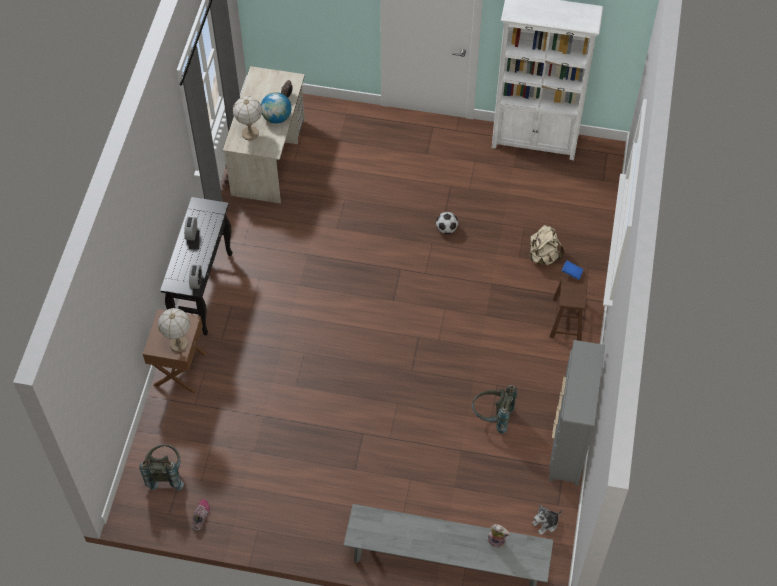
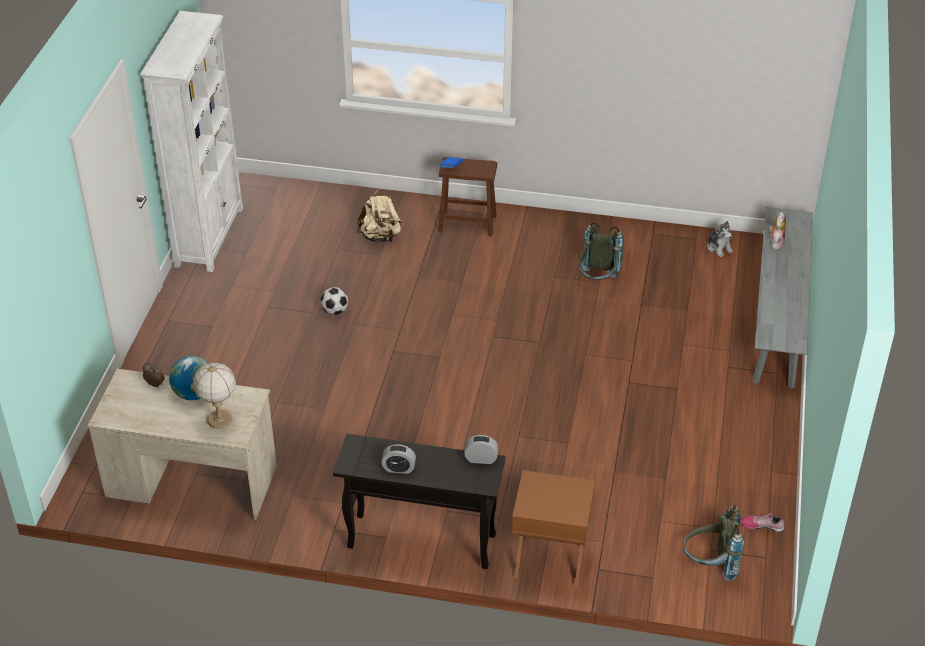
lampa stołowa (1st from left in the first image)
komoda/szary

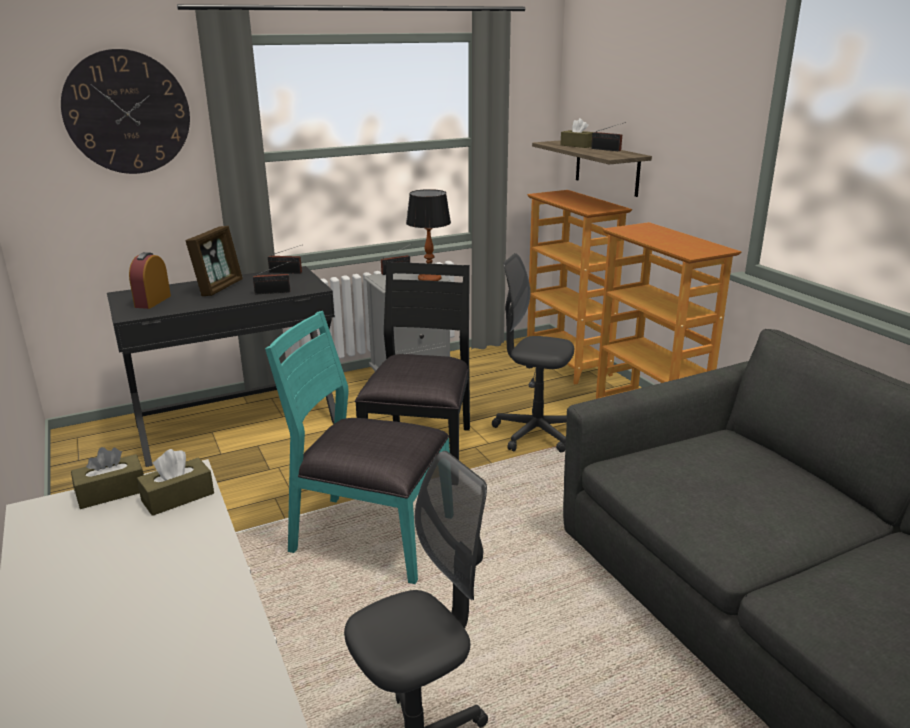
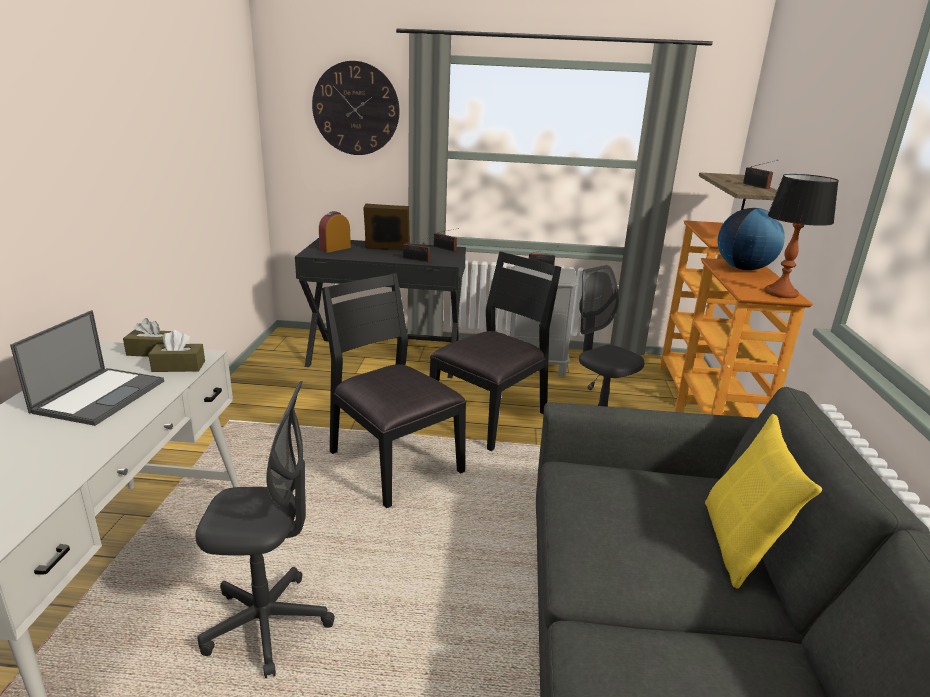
pudełko chusteczek/brązowy (3rd from left in the first image)
lampa stołowa
ramka na zdjęcie
krzesło/czarny (1st from left)
globus
laptop
poduszka/żółty

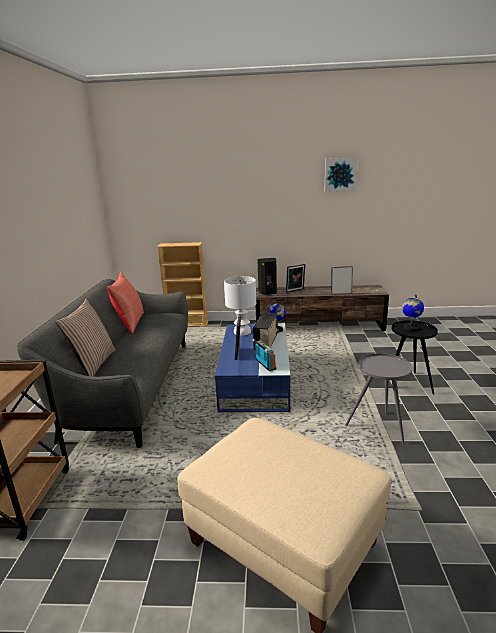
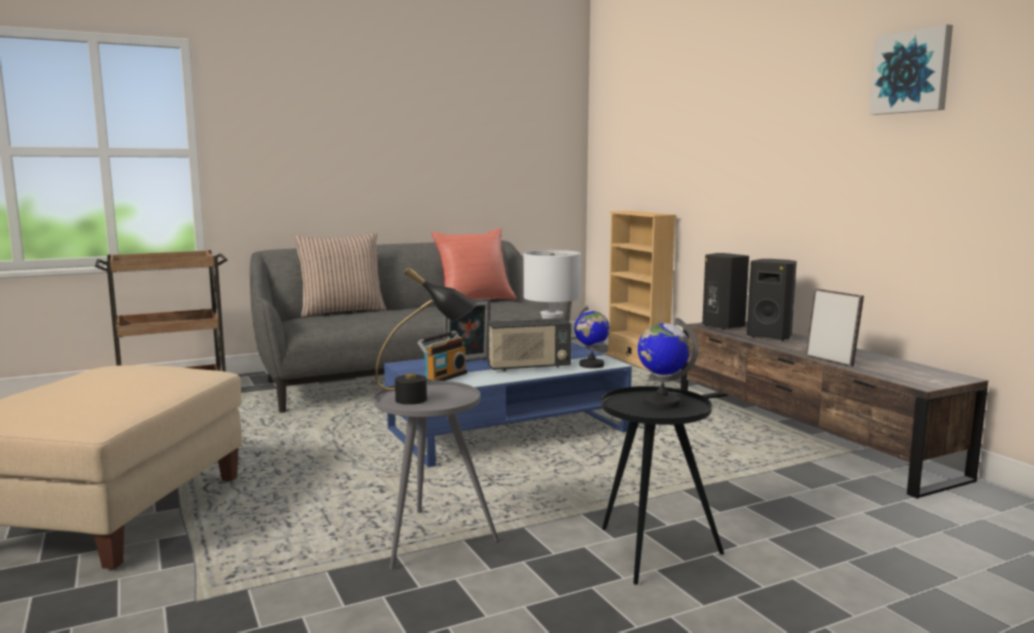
głośnik/czarny (2nd from left)
lampa stołowa/czarny

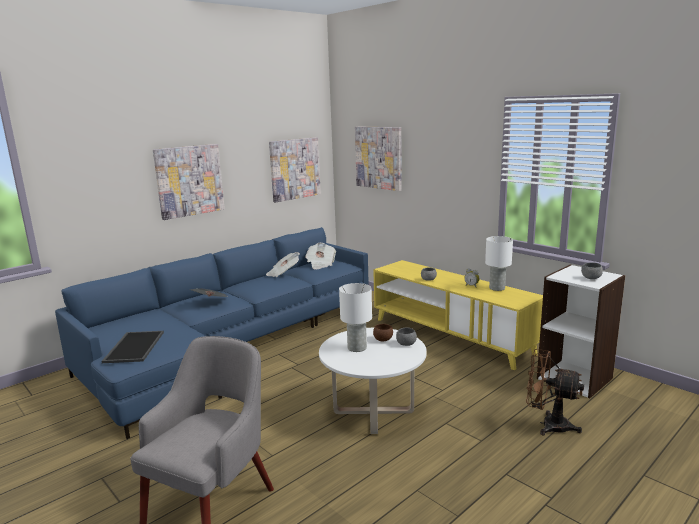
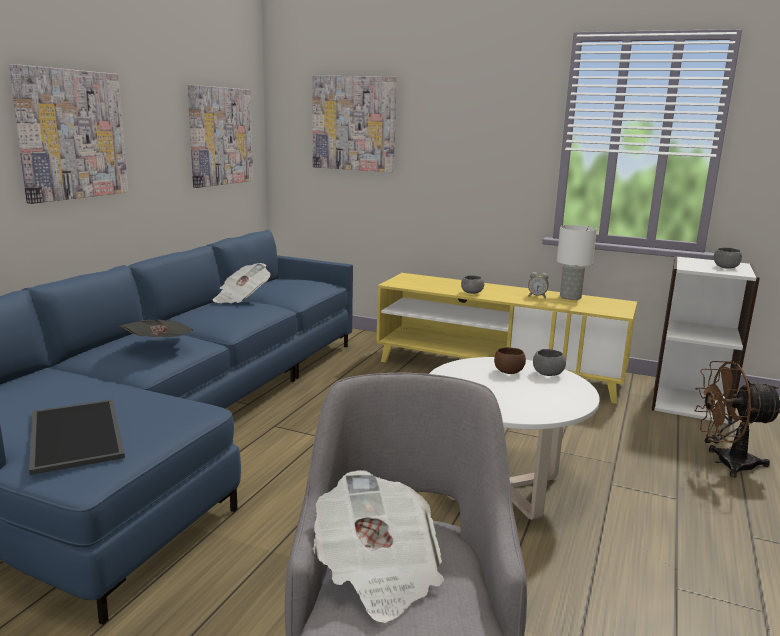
gazeta (3rd from left)
lampa stołowa/biały (1st from left in the first image)

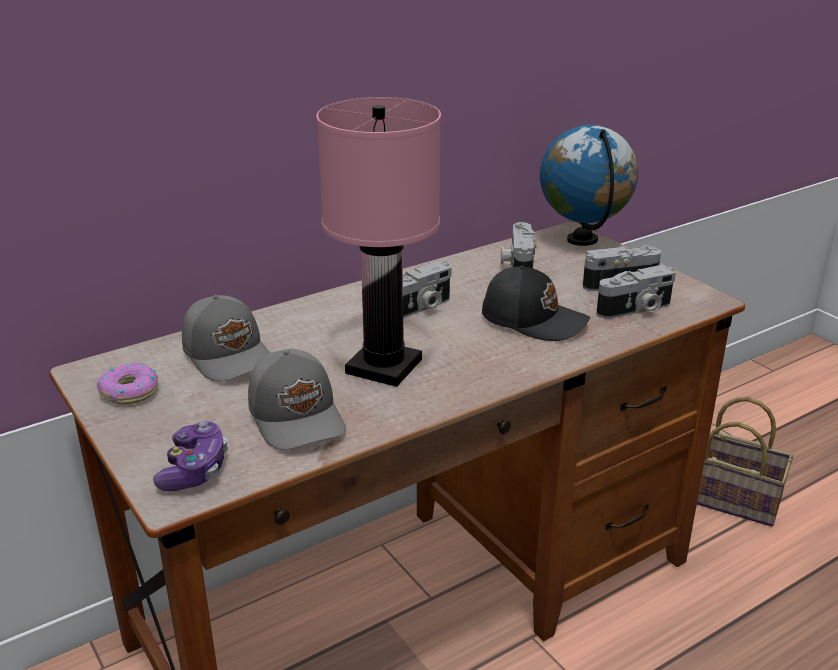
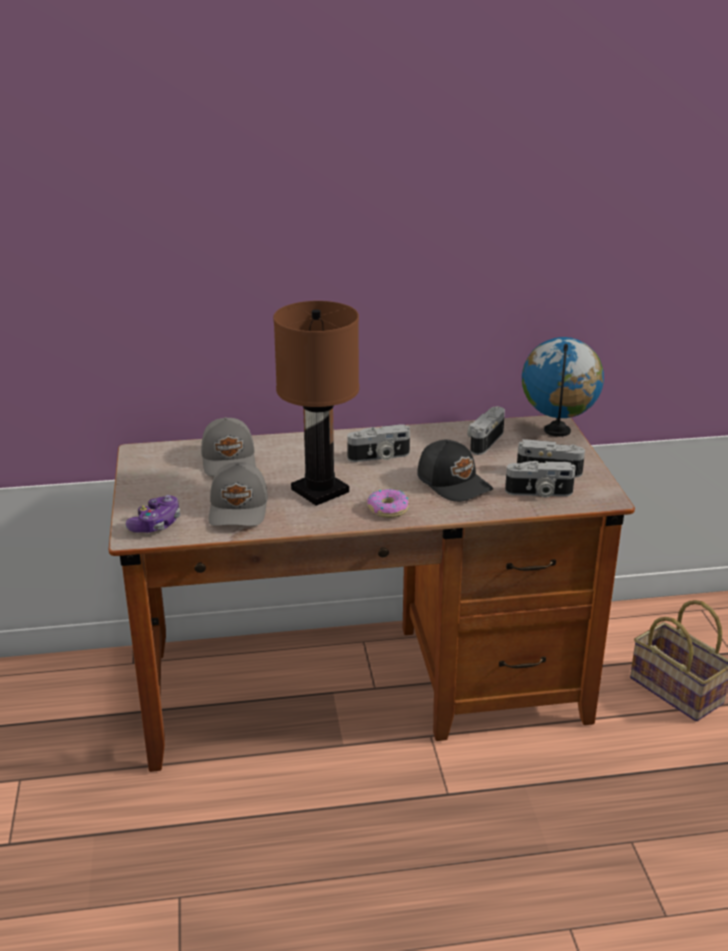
lampa stołowa/brązowy
donut

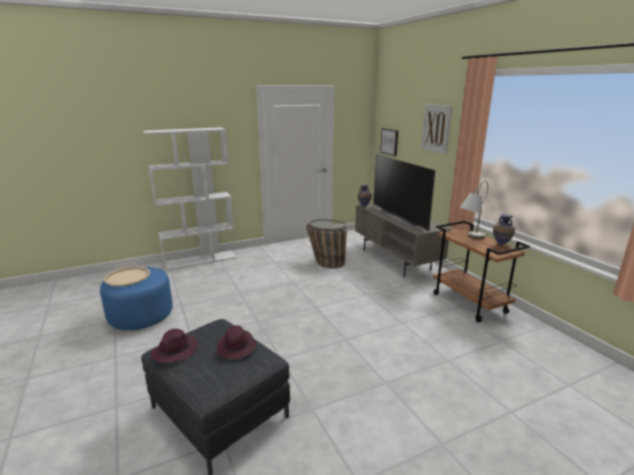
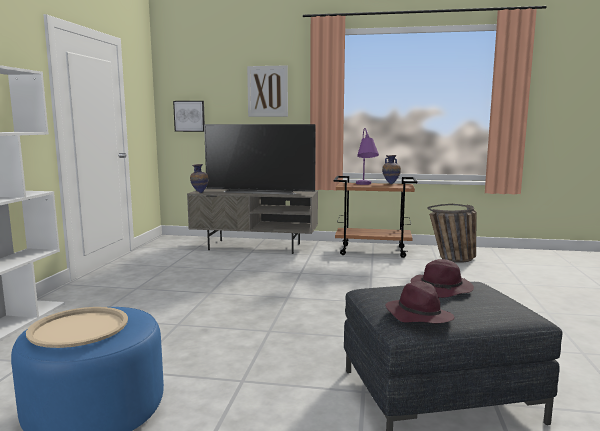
lampa stołowa/fioletowy
koszyk

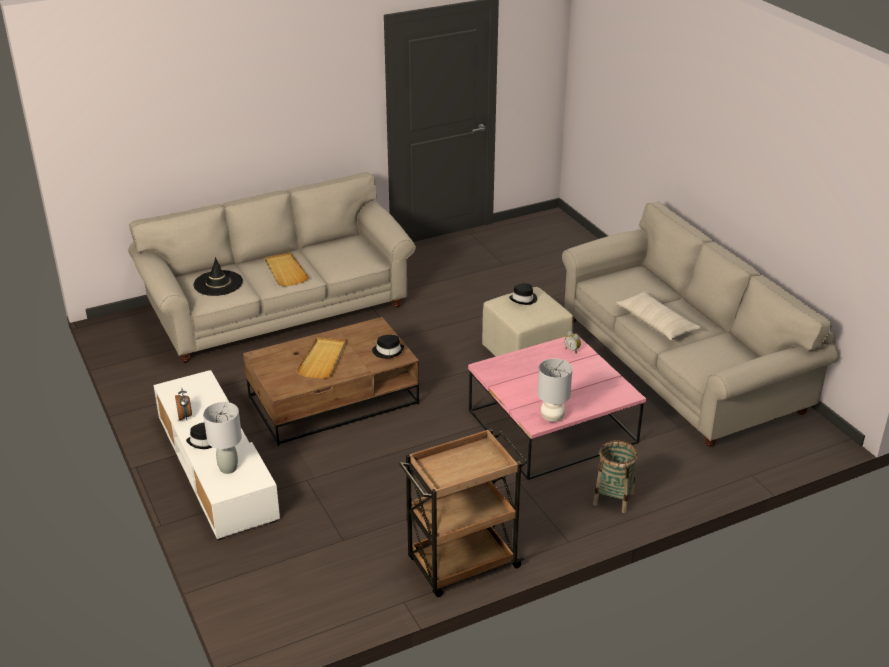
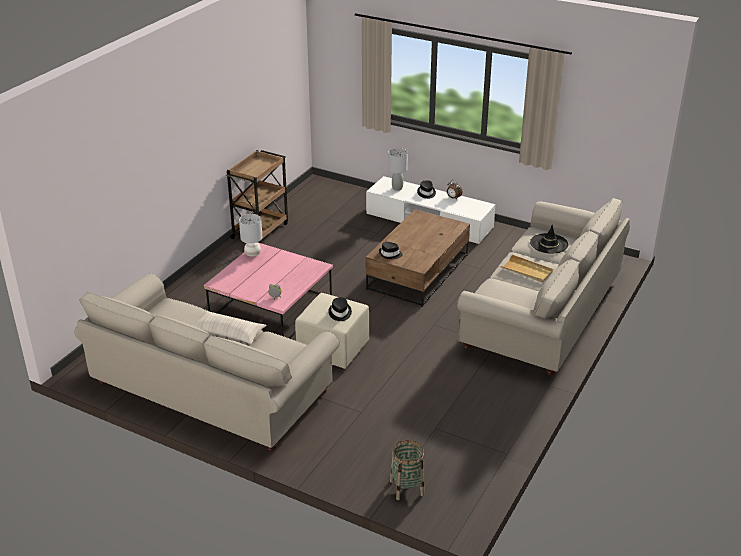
taca/beżowy (2nd from left in the first image)
koszyk

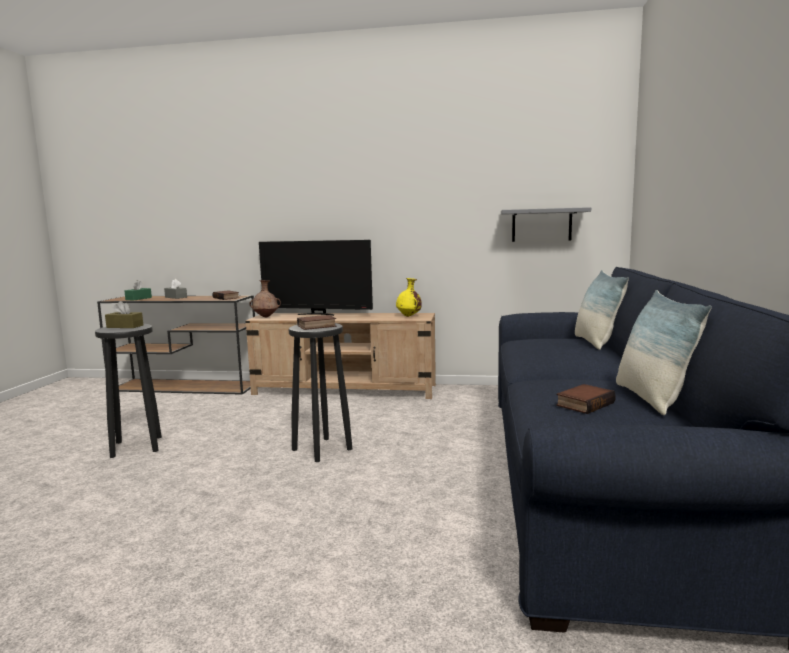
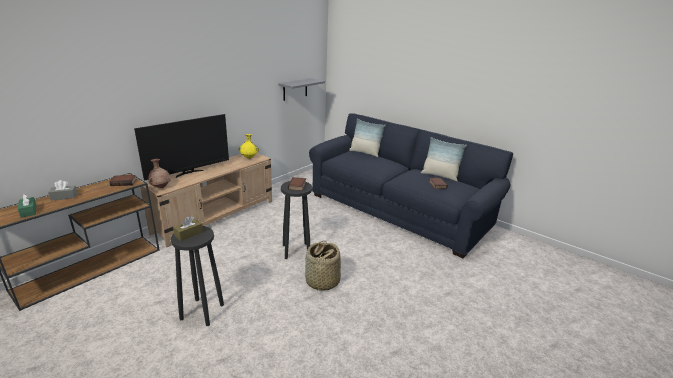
koszyk

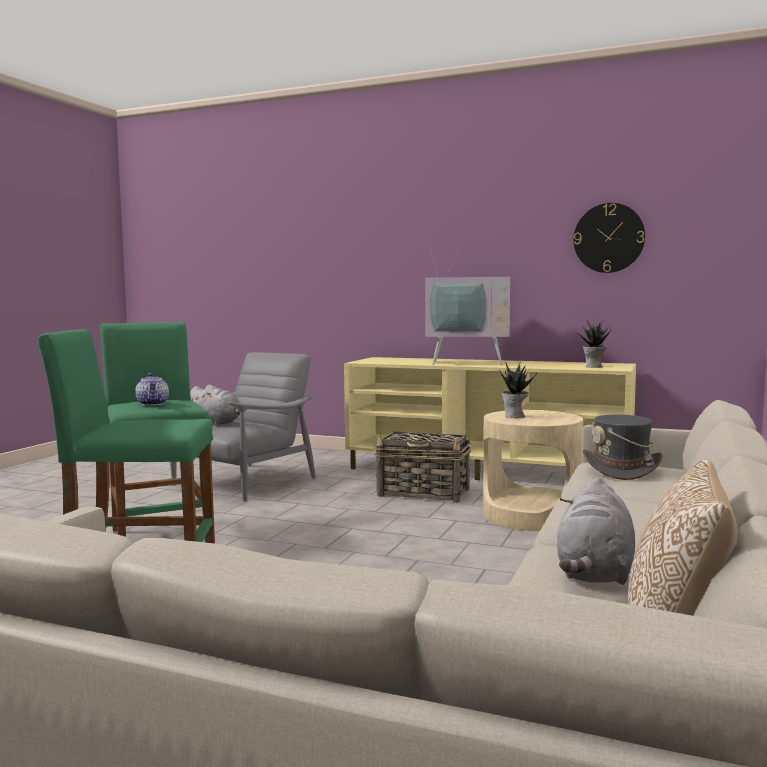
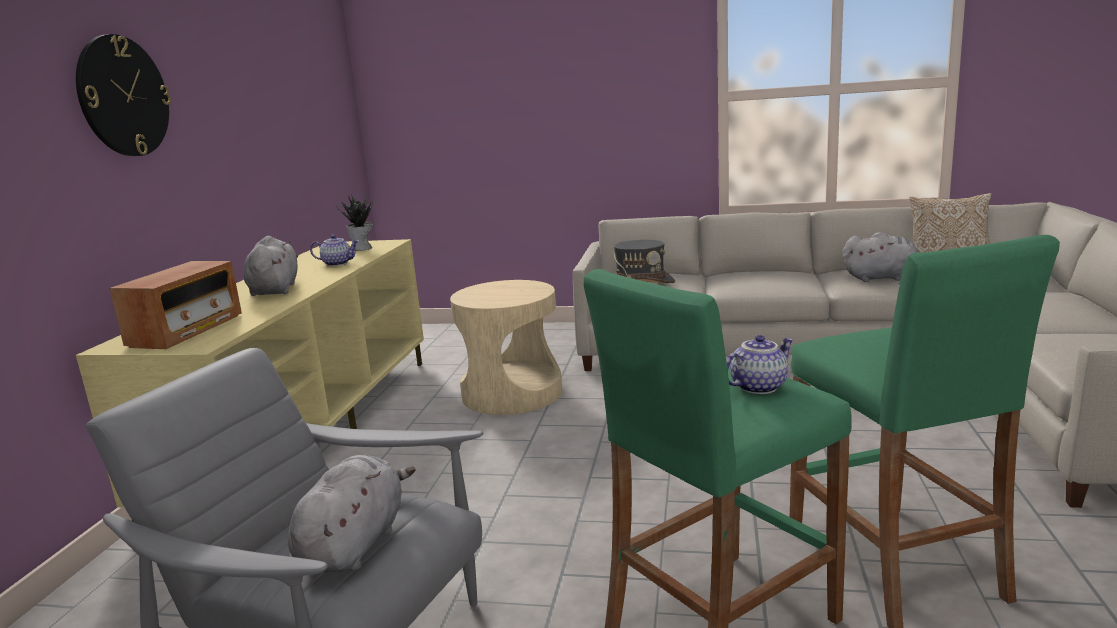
zegar ścienny
pluszak/szary (1st from left)
roślina doniczkowa (1st from left in the first image)
koszyk
imbryk (1st from left)
radio

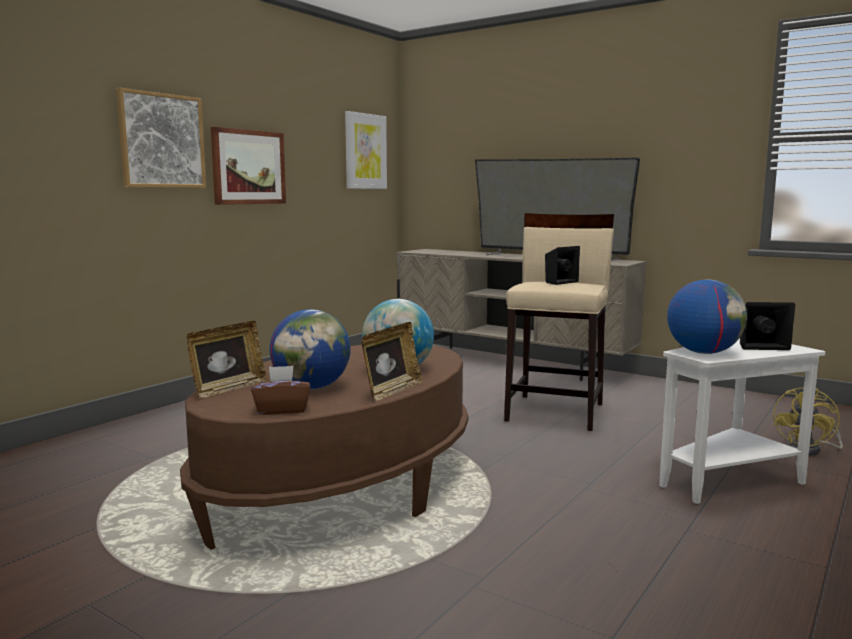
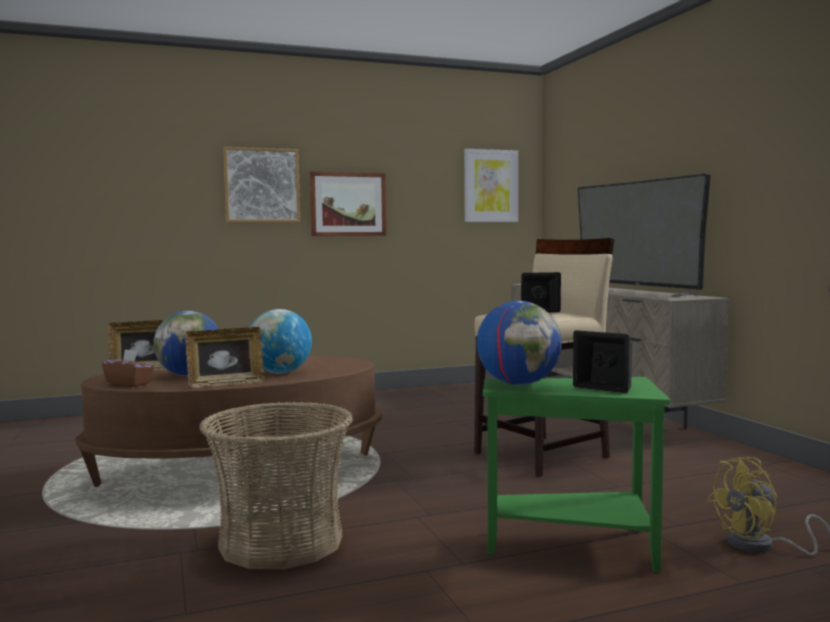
stolik/zielony
koszyk

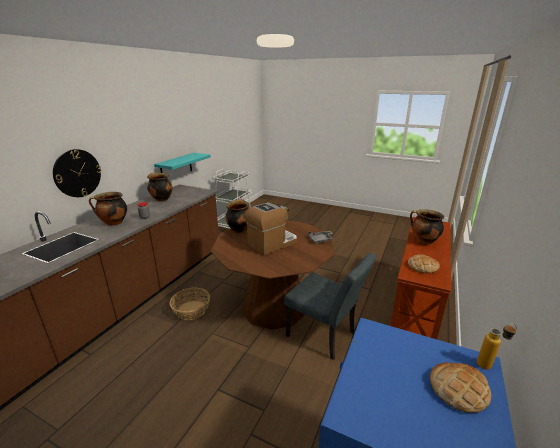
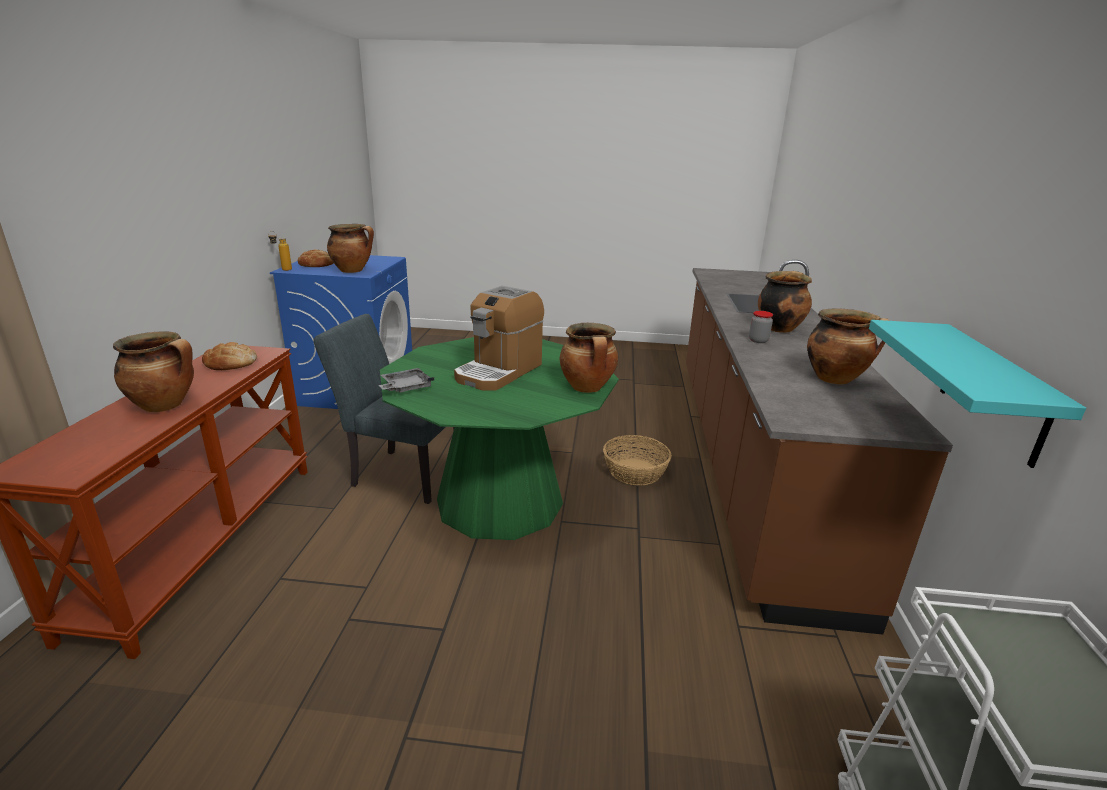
zegar ścienny
stół jadalny/zielony
garnek (2nd from left)

